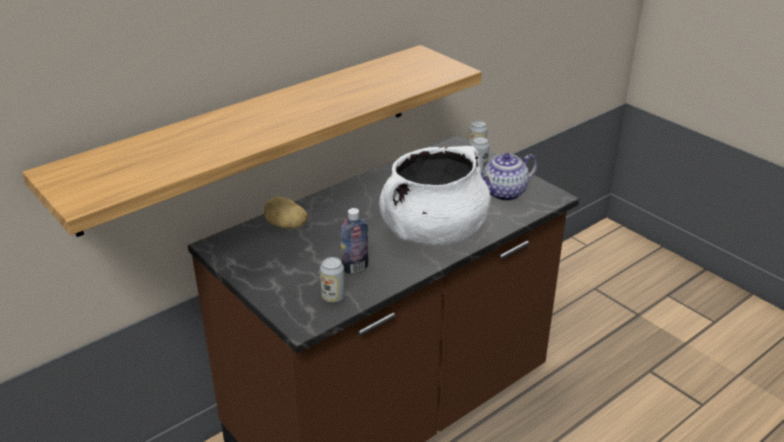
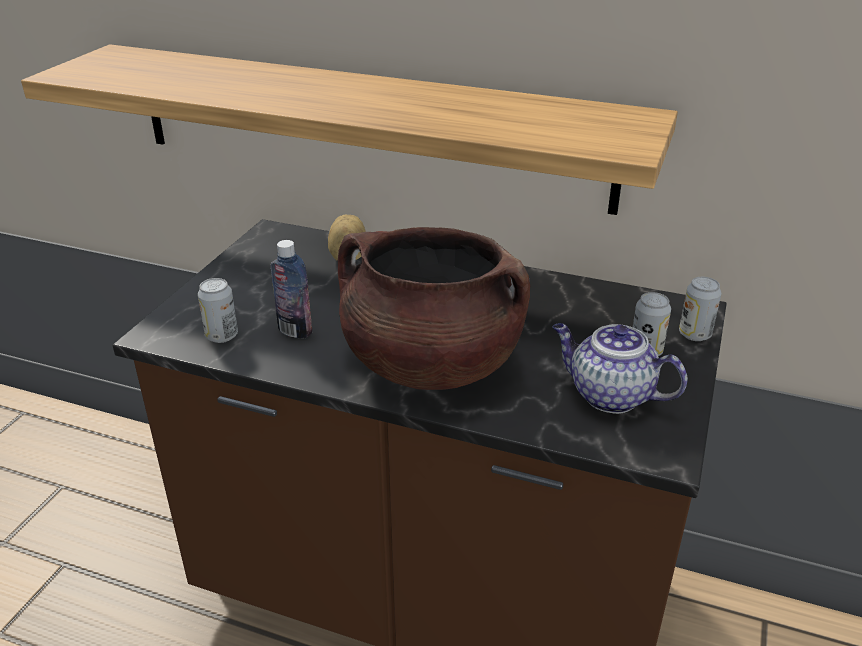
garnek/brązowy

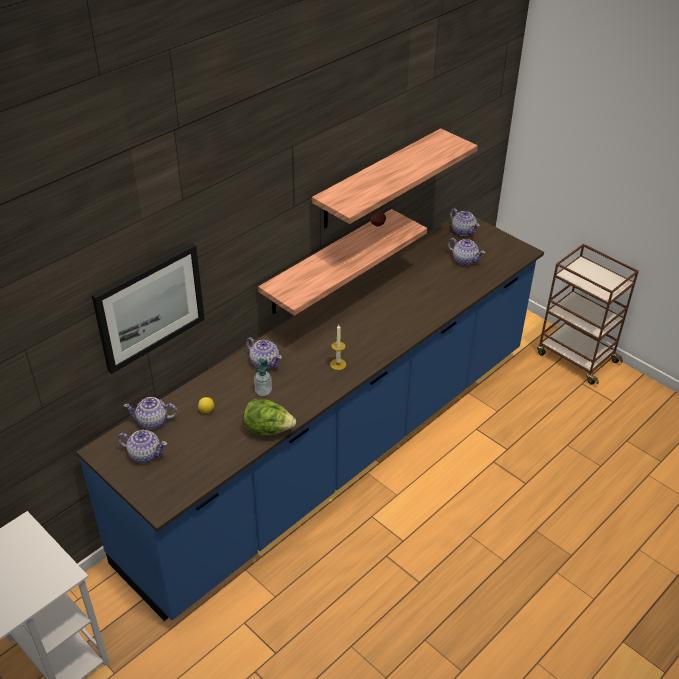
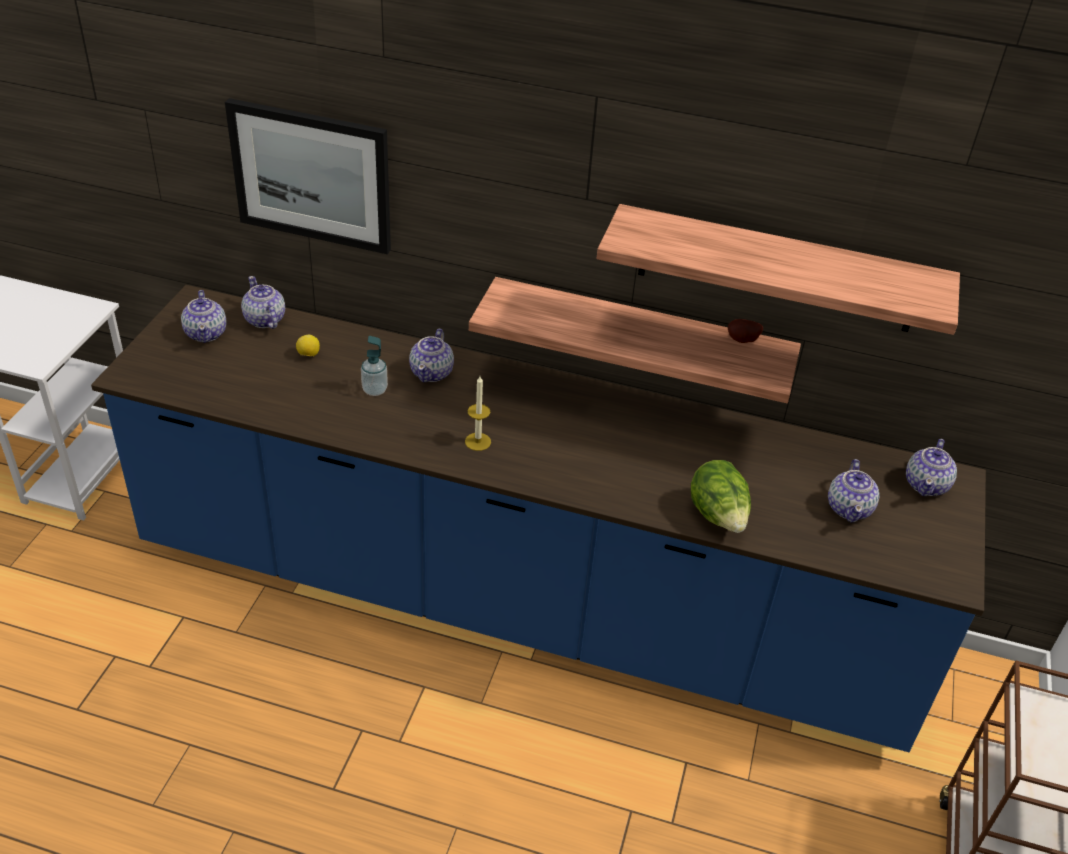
sałata

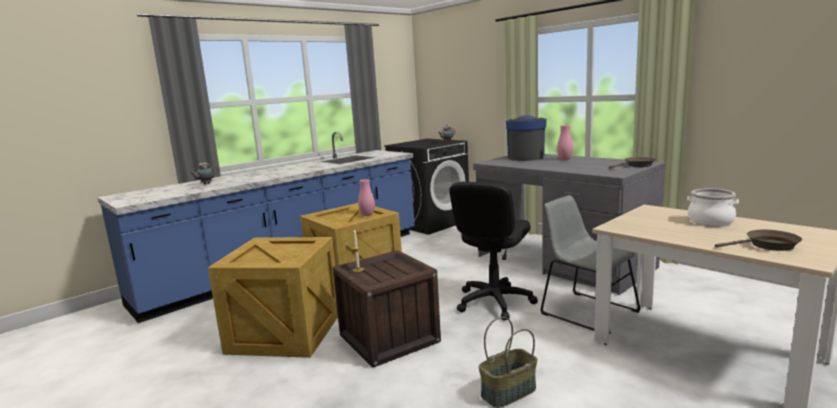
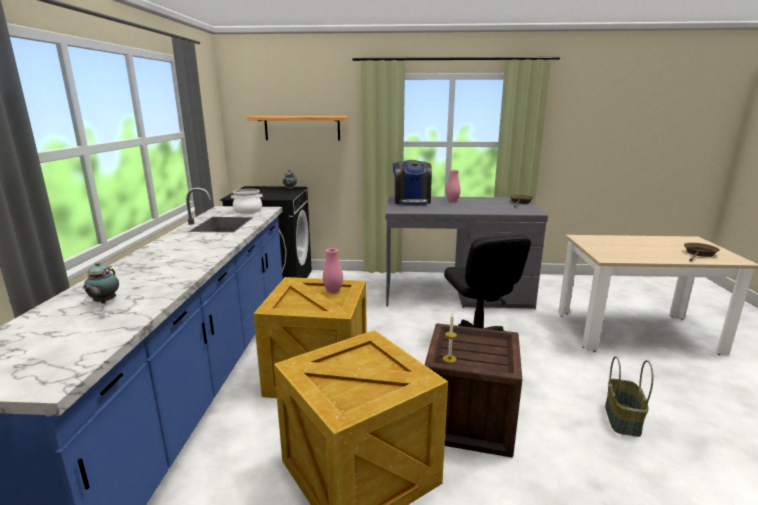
ekspres do kawy
garnek
krzesło/szary
półka

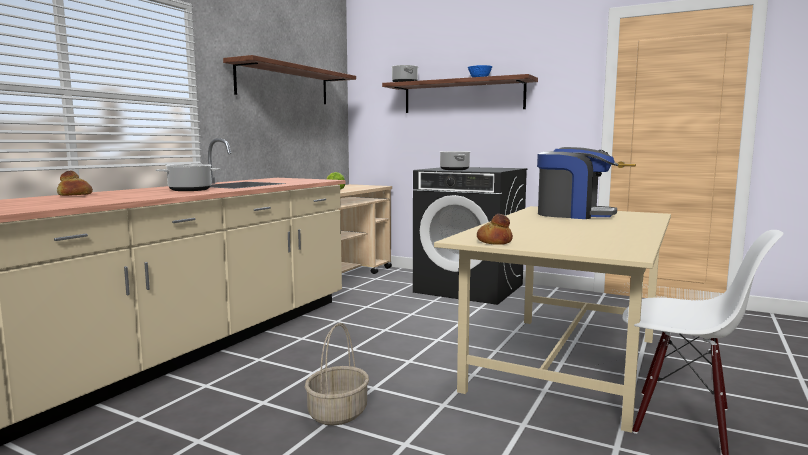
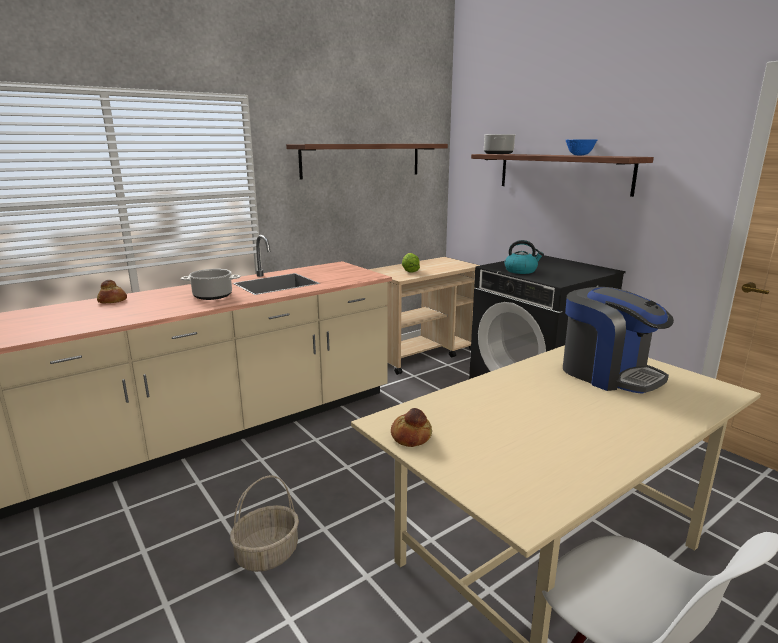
czajnik

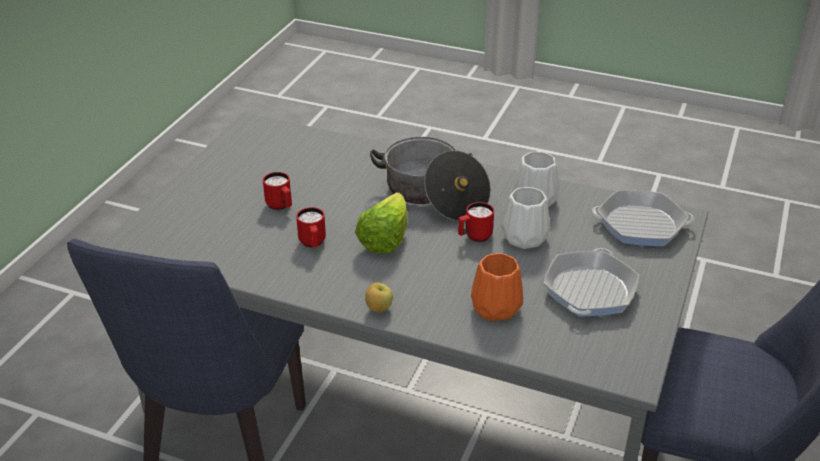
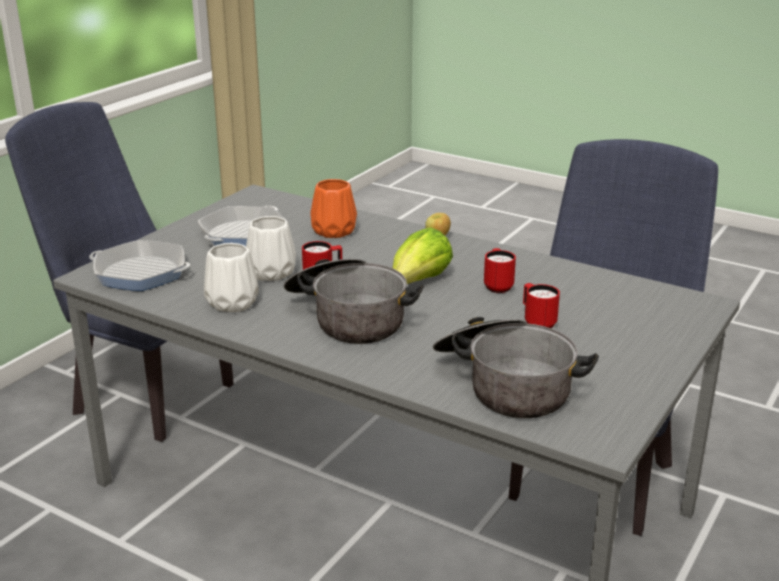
garnek (2nd from left)

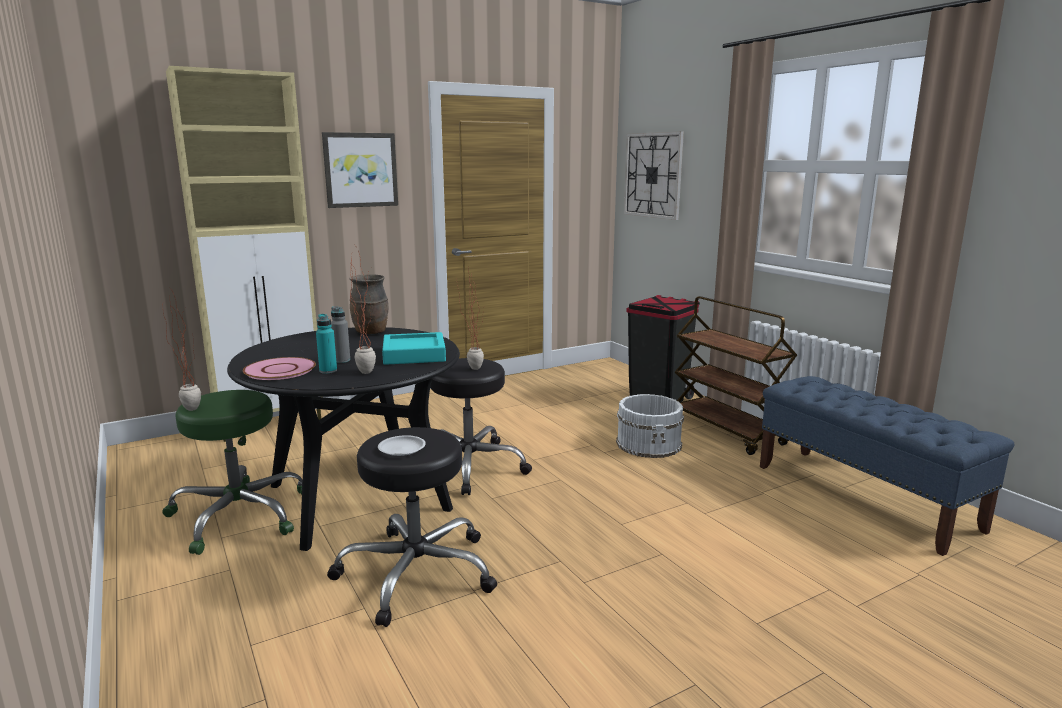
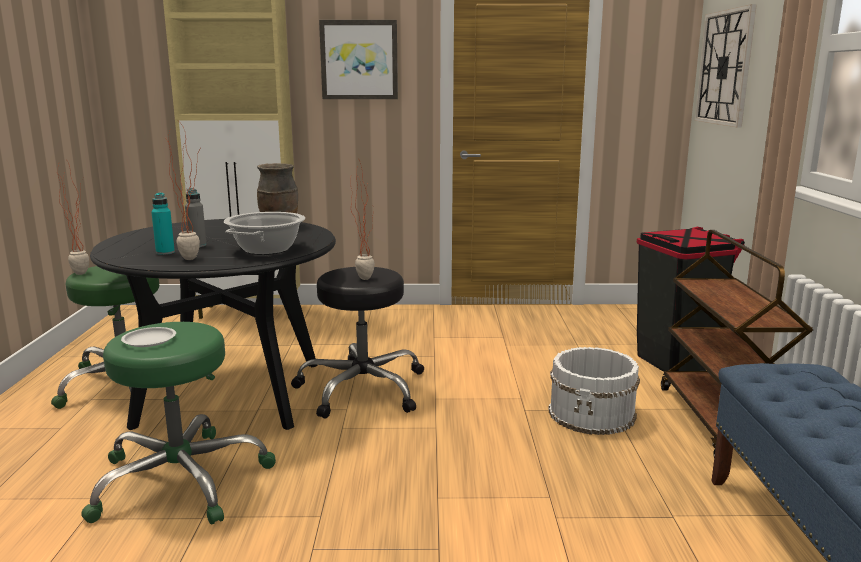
garnek
talerz/różowy
stołek/zielony (2nd from left)

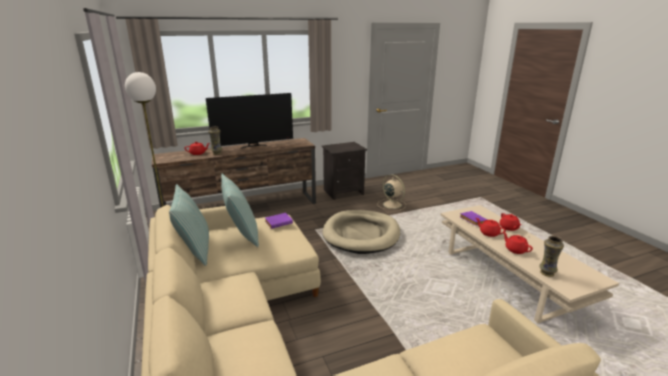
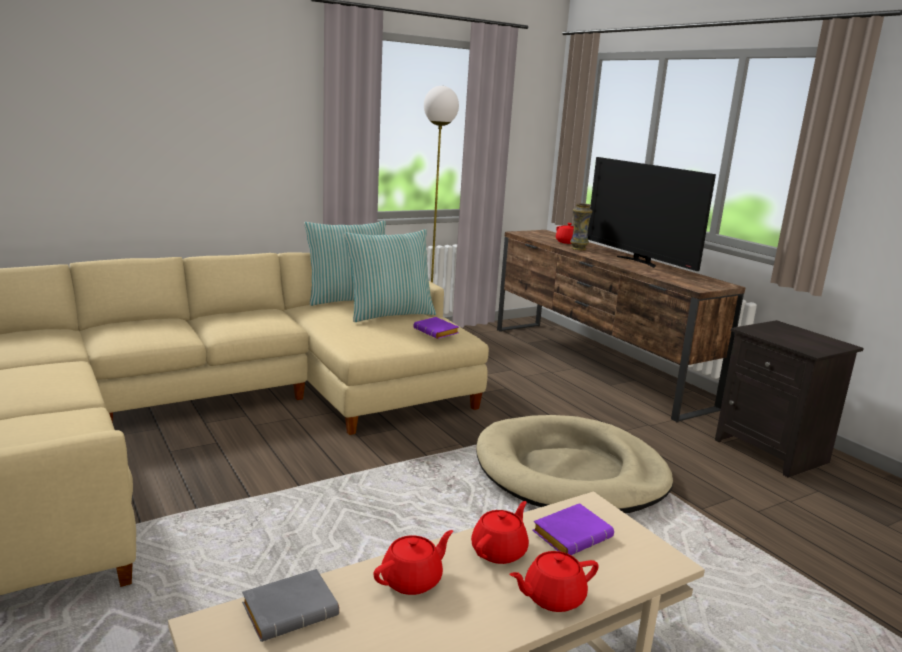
wentylator/beżowy
książka/szary

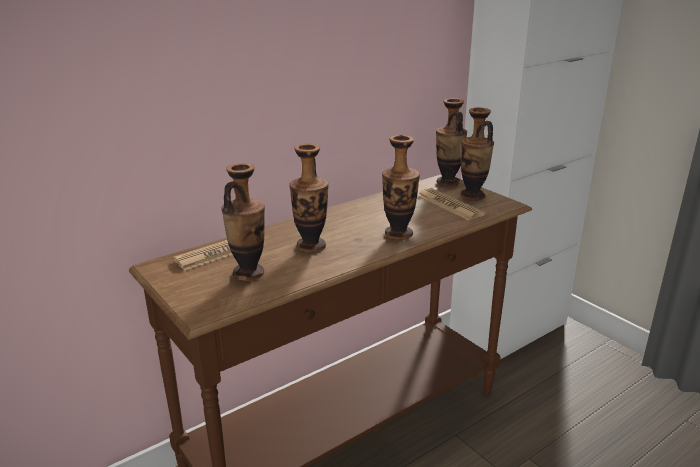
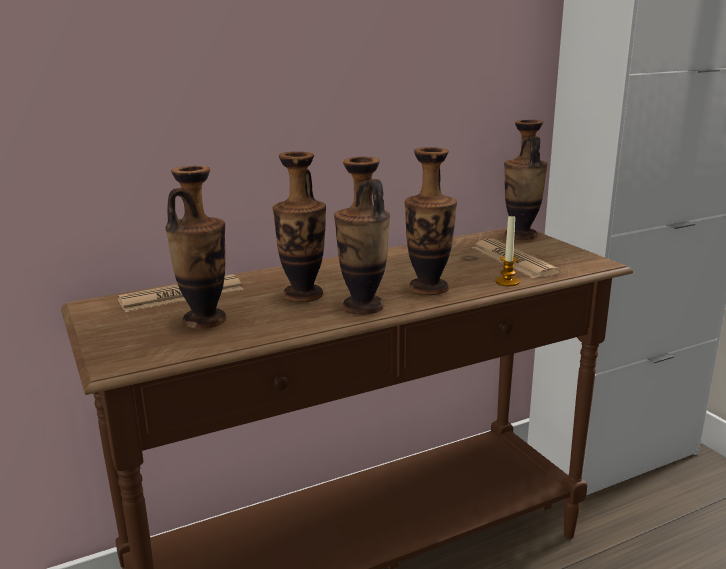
wazon (3rd from left)
świeca

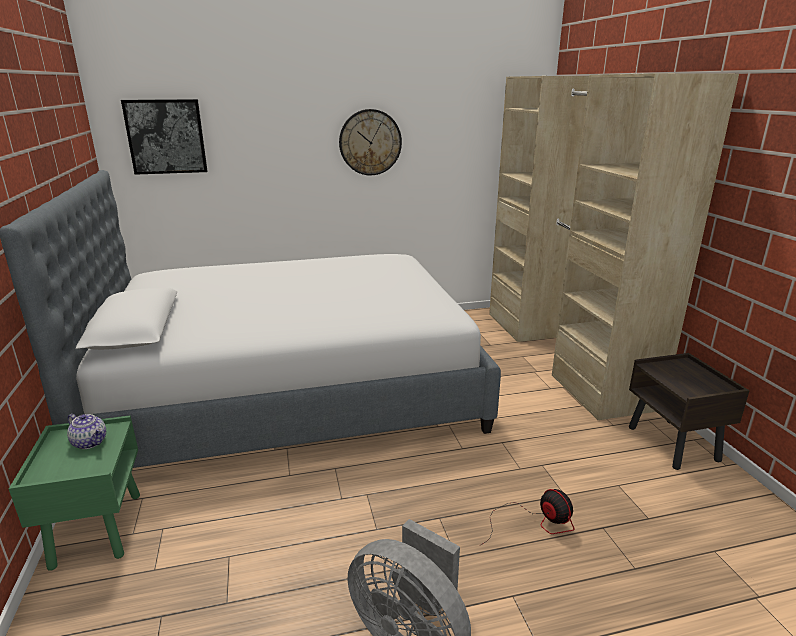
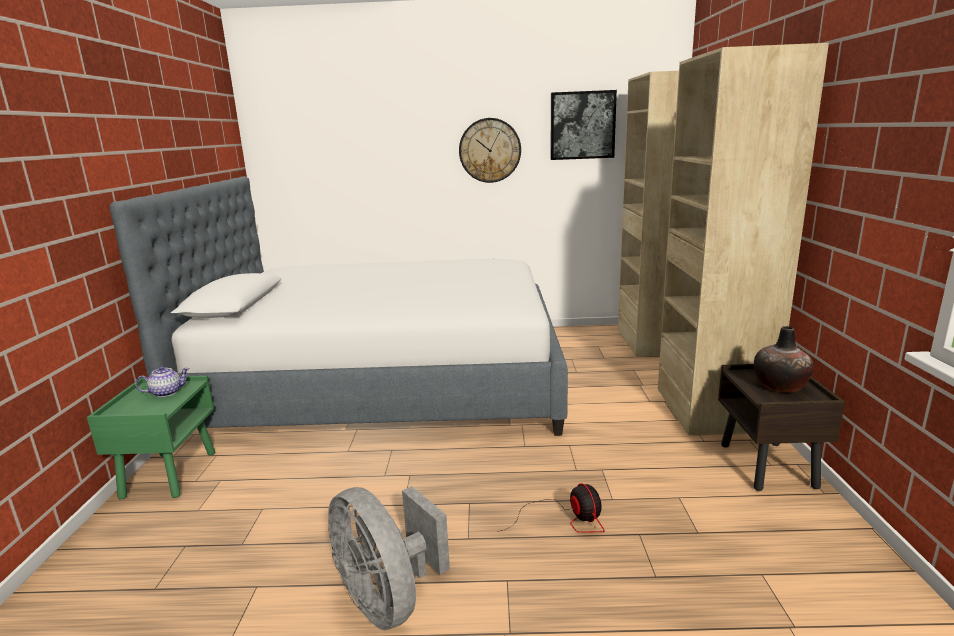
obraz
imbryk
wazon

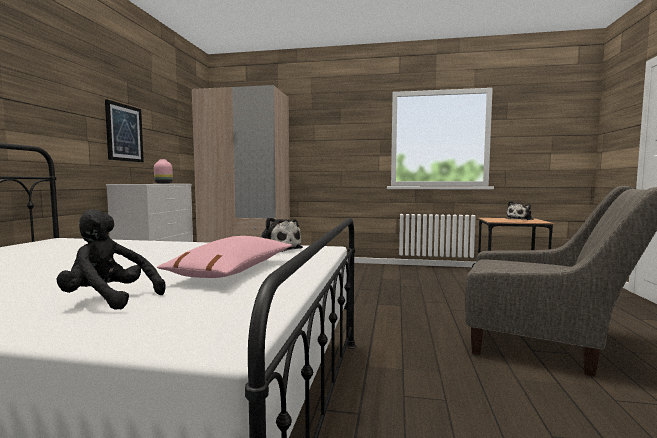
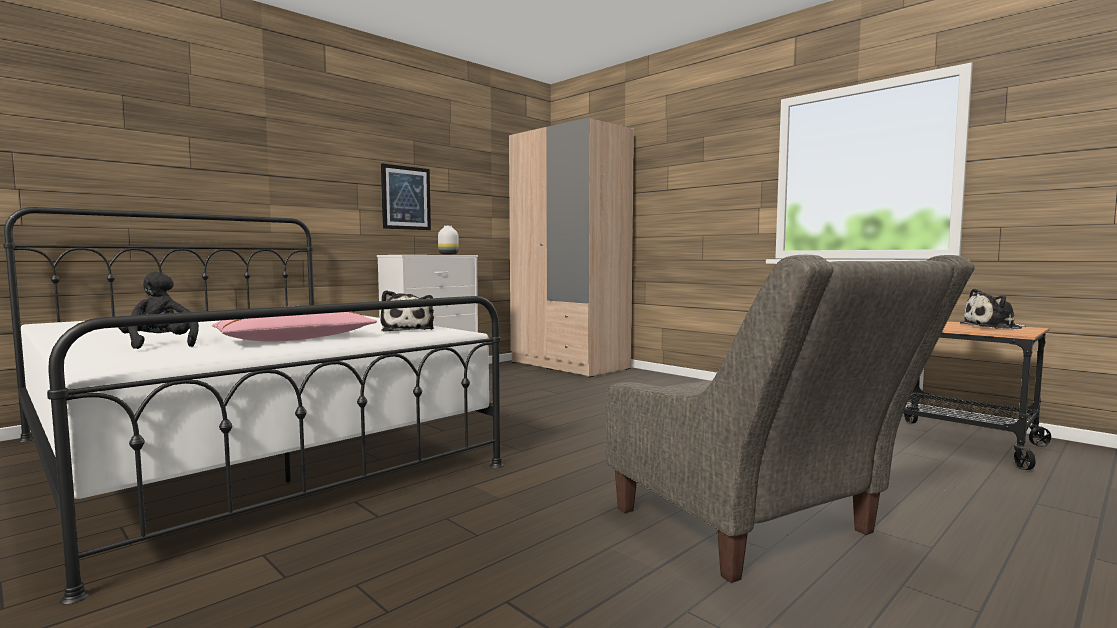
wazon/biały

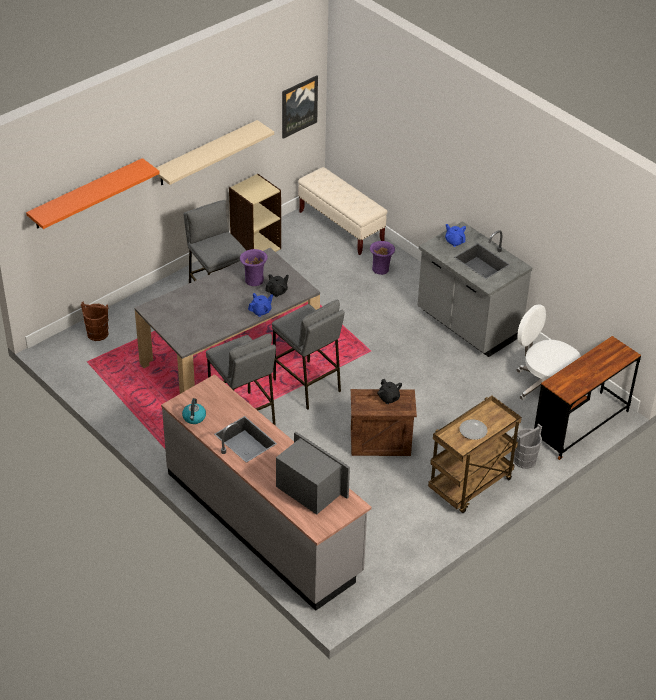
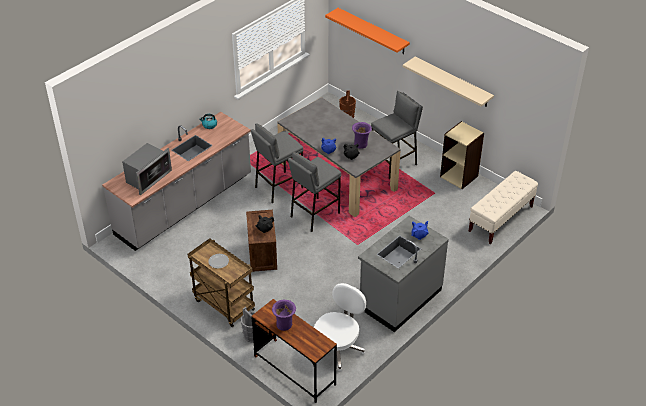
obraz
wazon/fioletowy (1st from left)

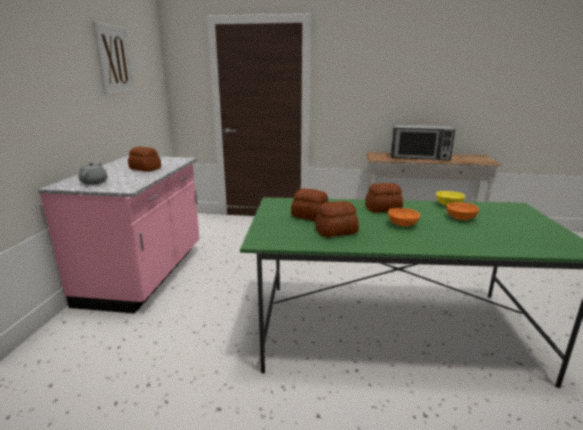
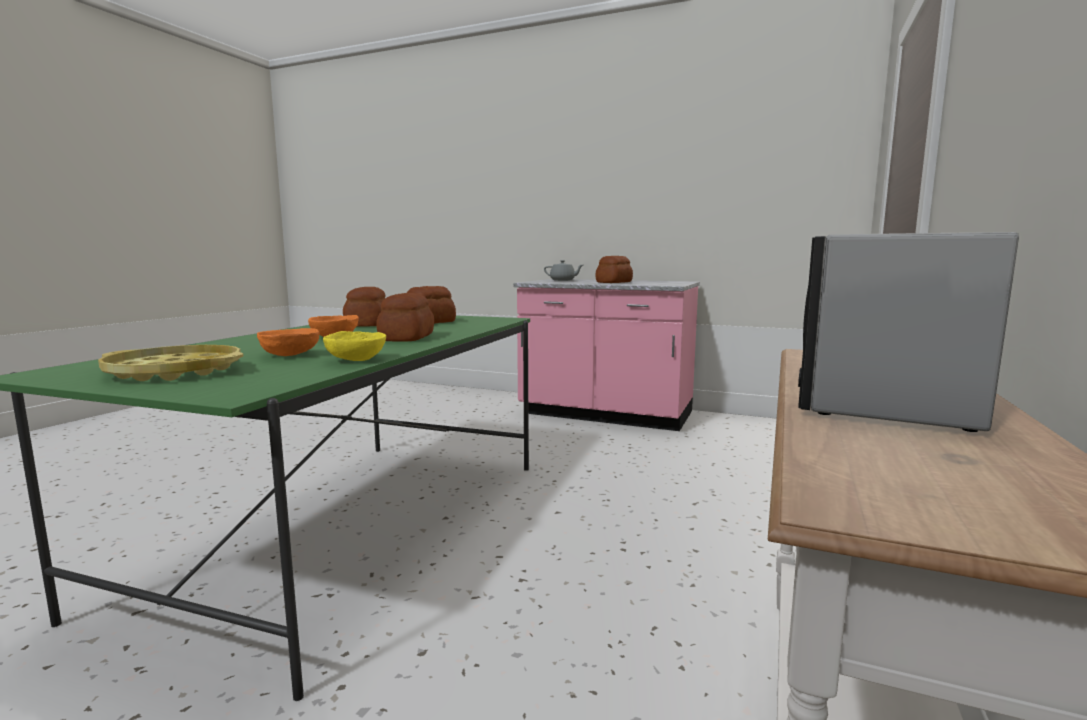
obraz
taca/żółty

